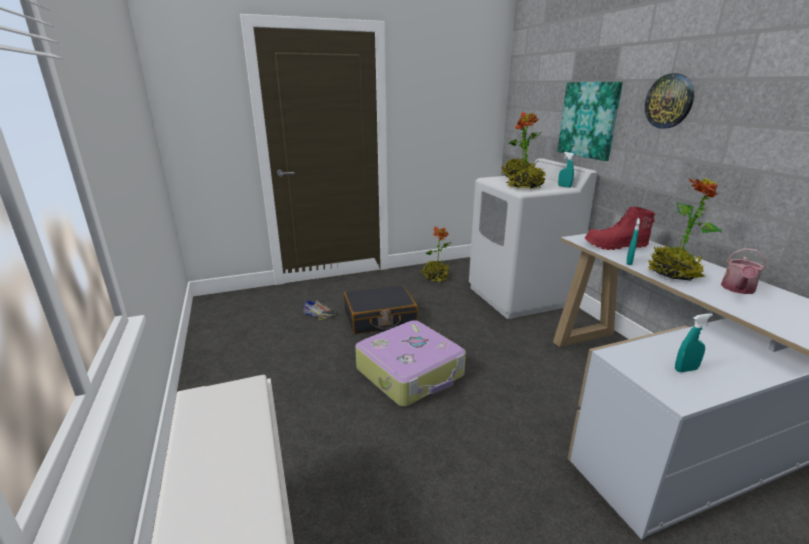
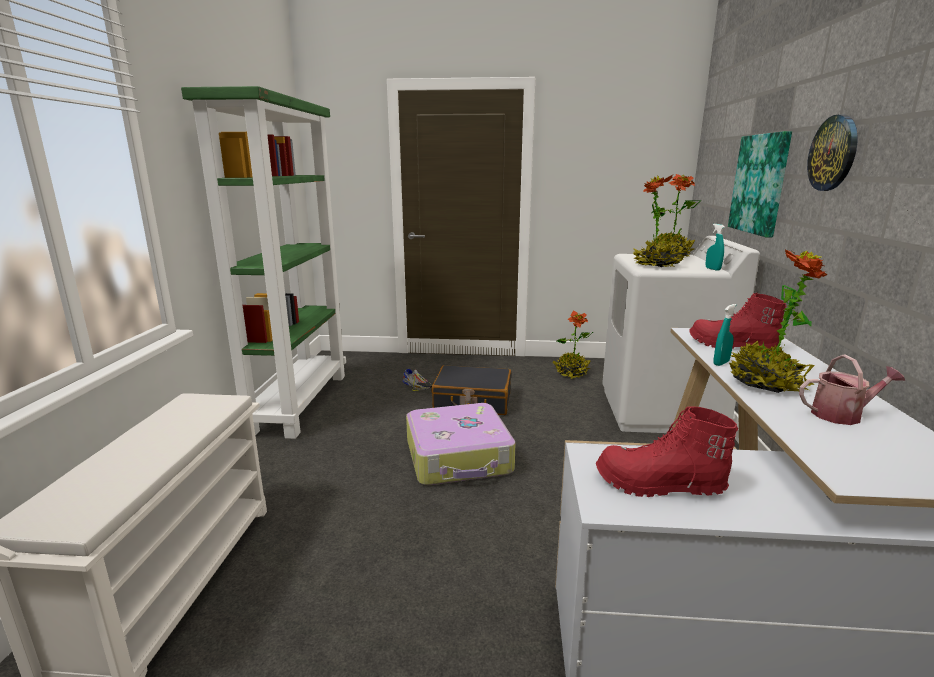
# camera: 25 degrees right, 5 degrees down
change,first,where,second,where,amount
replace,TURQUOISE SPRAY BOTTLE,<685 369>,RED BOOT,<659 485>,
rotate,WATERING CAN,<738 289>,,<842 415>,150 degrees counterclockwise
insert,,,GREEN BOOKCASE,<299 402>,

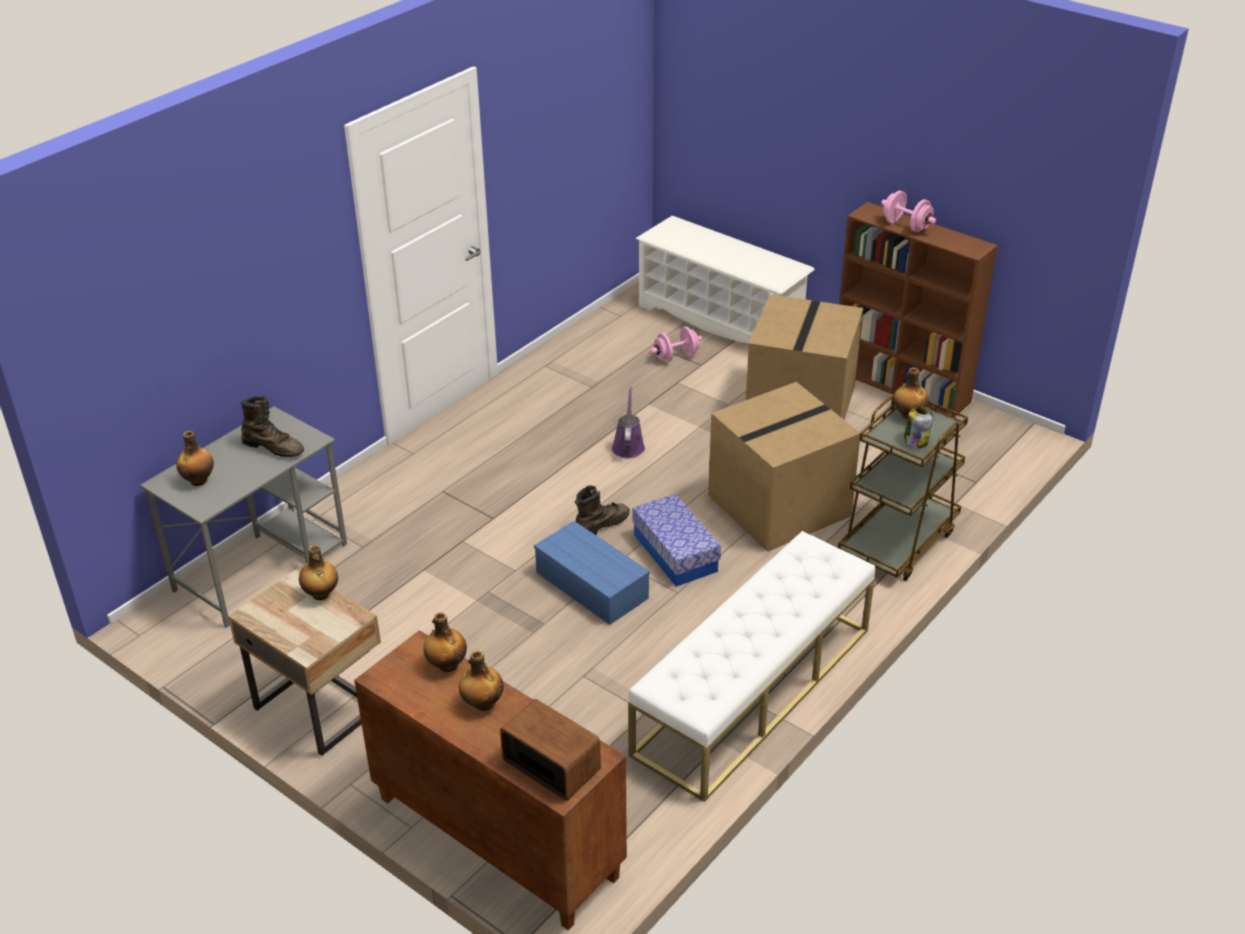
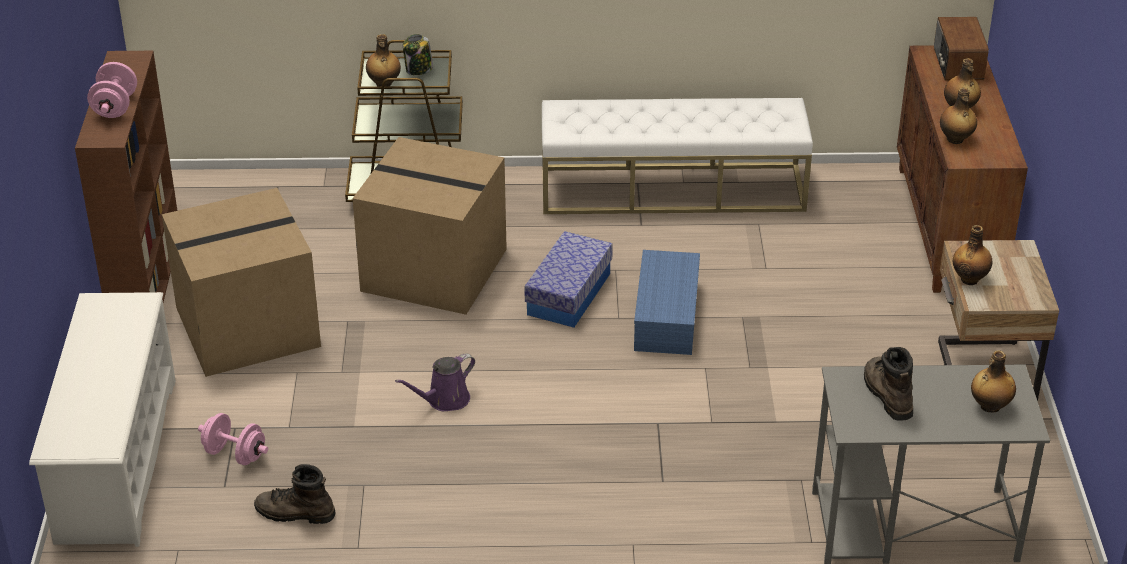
# camera: 130 degrees left, 0 degrees up
change,first,where,second,where,amount
move,BROWN BOOT,<601 525>,,<294 513>,

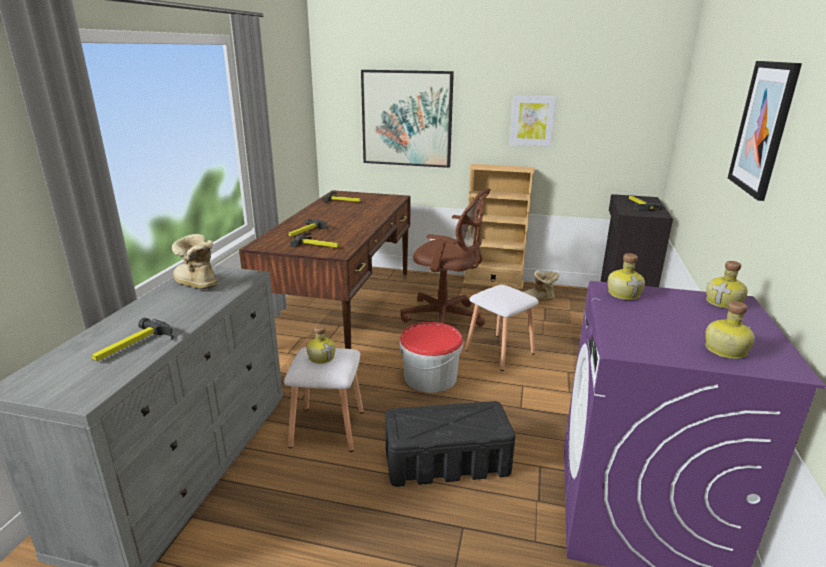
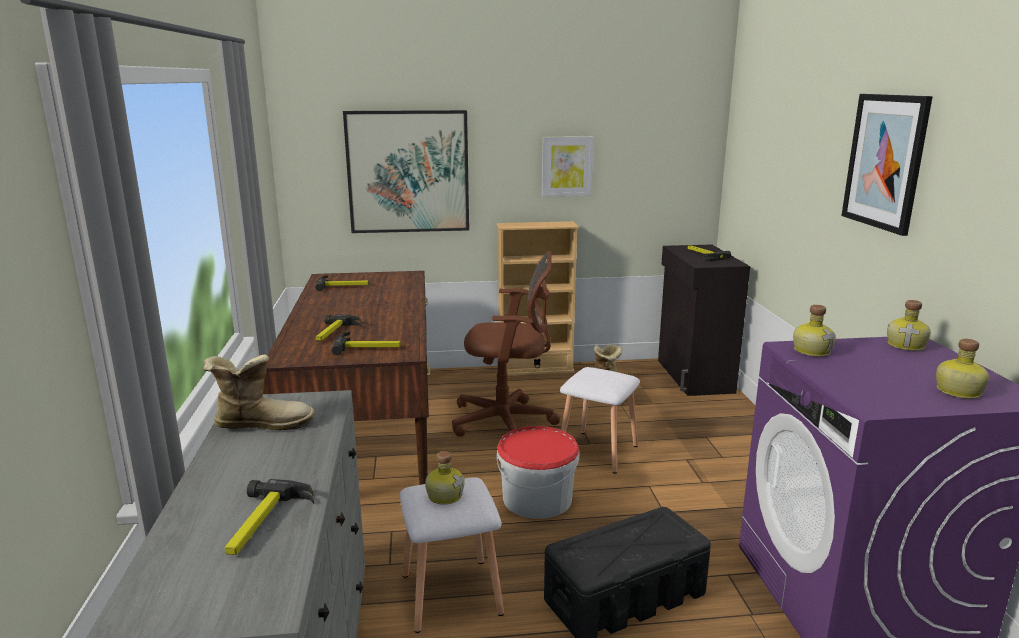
# camera: 20 degrees left, 5 degrees down
change,first,where,second,where,amount
rotate,BOOT,<195 284>,,<262 423>,150 degrees clockwise

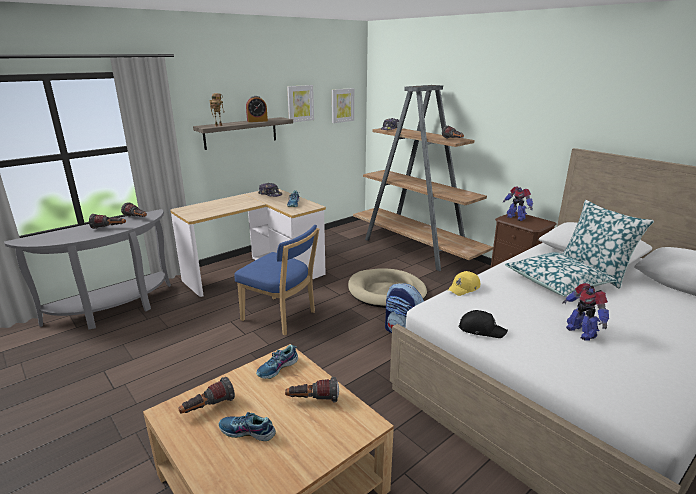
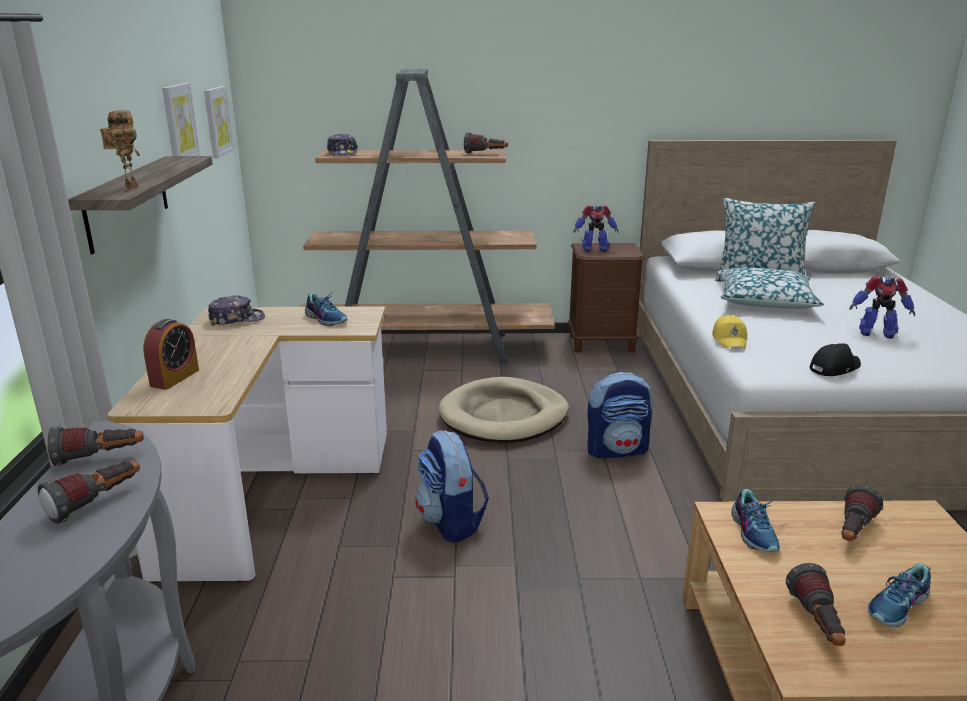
# camera: 50 degrees left, 0 degrees up
change,first,where,second,where,amount
replace,BLUE CHAIR,<281 317>,BACKPACK,<451 522>,
move,ALARM CLOCK,<257 121>,,<175 378>,

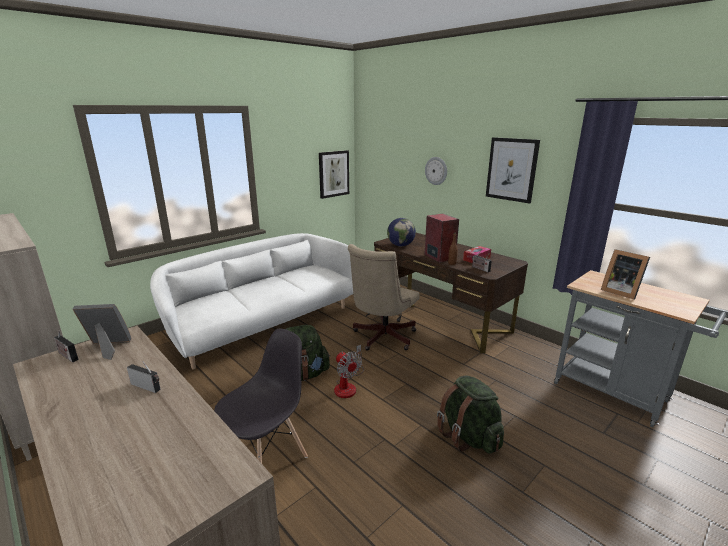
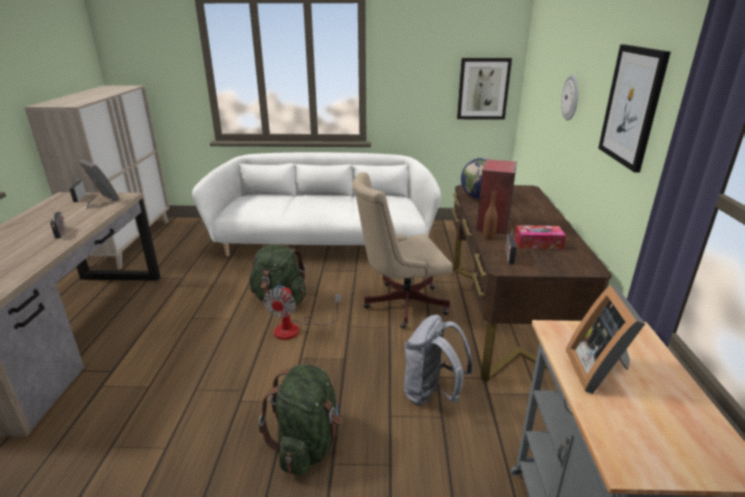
# camera: 45 degrees right, 5 degrees up
change,first,where,second,where,amount
delete,GREY CHAIR,<267 459>,,,
insert,,,GREY BACKPACK,<432 394>,

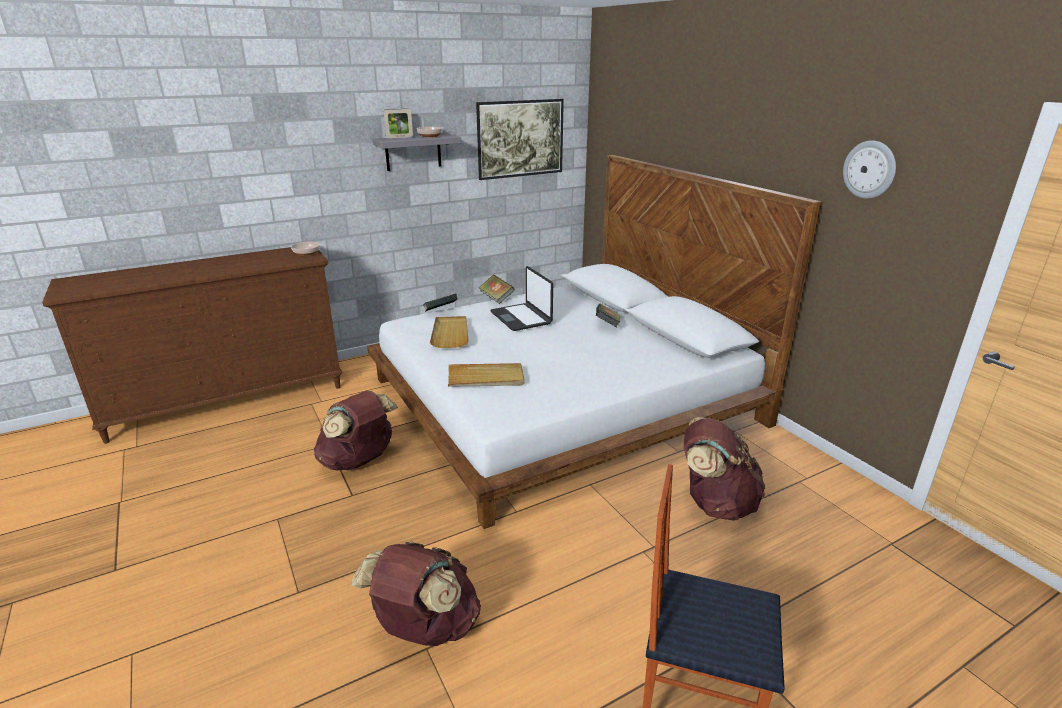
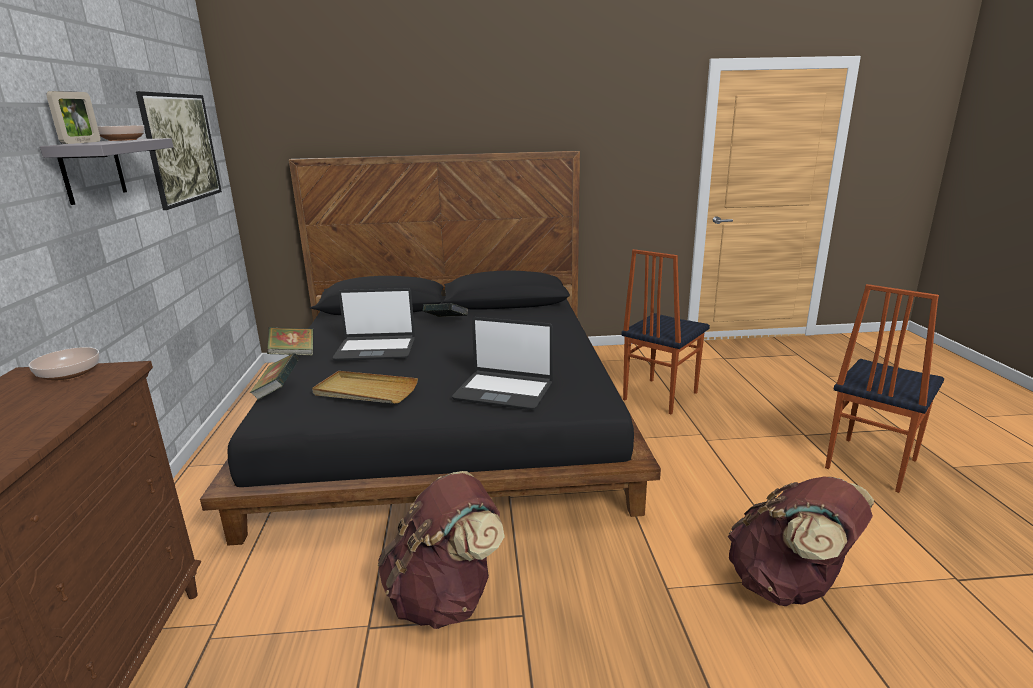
# camera: 65 degrees left, 5 degrees down
change,first,where,second,where,amount
recolor,WHITE BED,<560 400>,BLACK BED,<446 420>,
replace,BEIGE TRAY,<486 378>,LAPTOP,<504 391>,
replace,BROWN BACKPACK,<715 503>,CHAIR,<659 396>,
delete,WALL CLOCK,<869 169>,,,

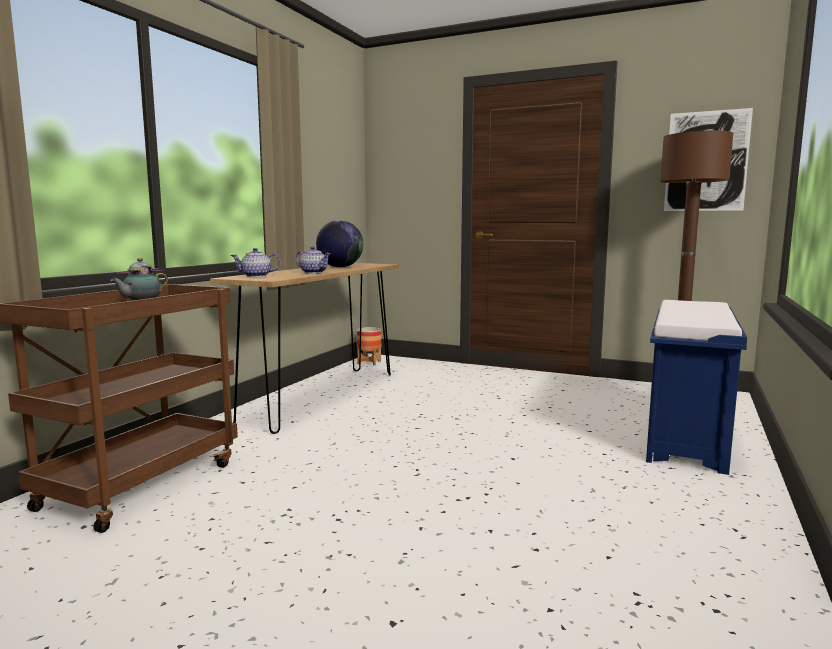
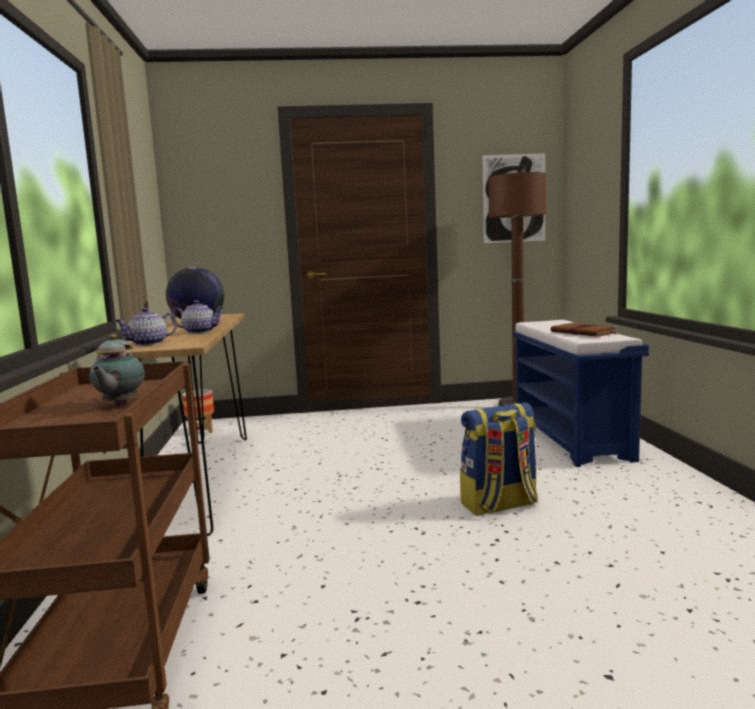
# camera: 30 degrees left, 0 degrees up
change,first,where,second,where,amount
insert,,,BACKPACK,<499 505>,
insert,,,BROWN BOOK,<584 332>,

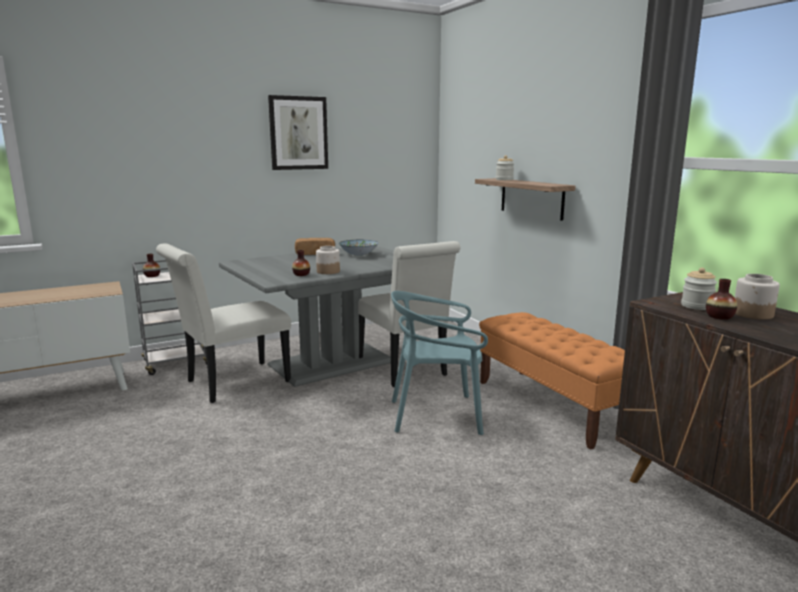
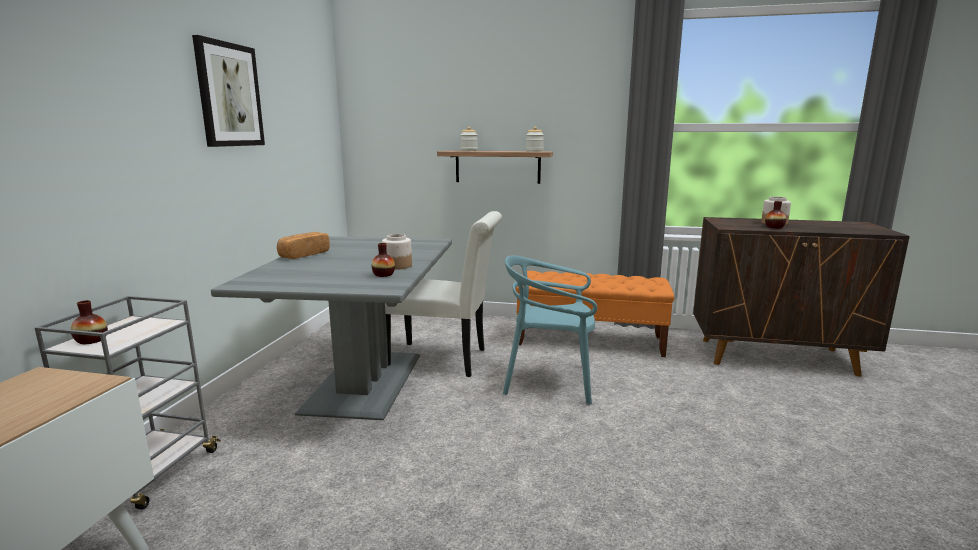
# camera: 50 degrees left, 0 degrees up
change,first,where,second,where,amount
delete,WHITE CHAIR,<232 383>,,,
delete,BOWL,<358 254>,,,
rotate,TURQUOISE CHAIR,<436 415>,,<549 381>,60 degrees clockwise
move,JAR,<696 306>,,<534 151>,

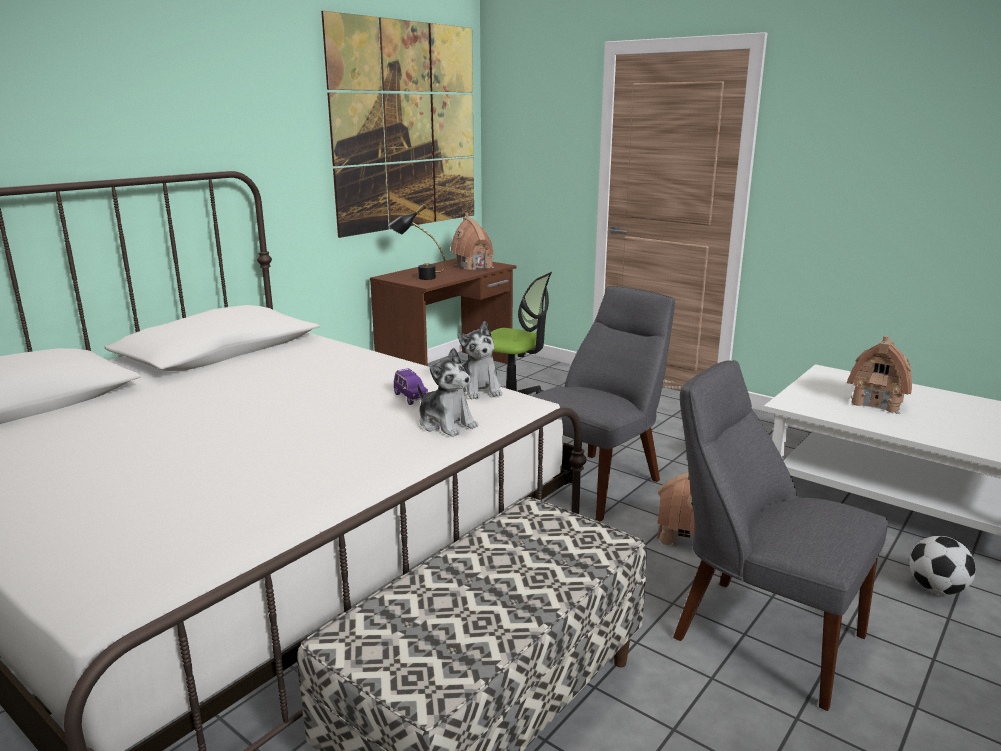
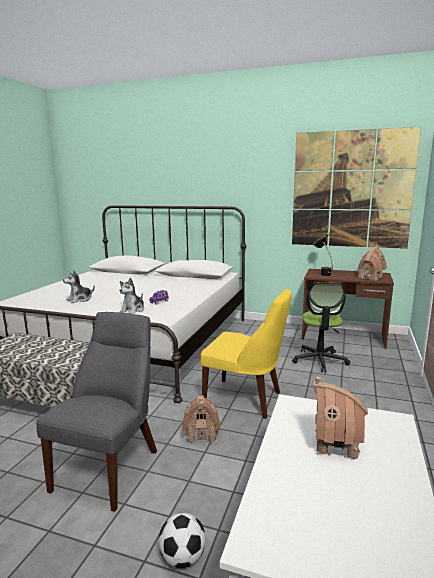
# camera: 70 degrees right, 5 degrees down
change,first,where,second,where,amount
move,PLUSH TOY,<479 389>,,<80 299>,
recolor,GREY CHAIR,<598 483>,YELLOW CHAIR,<246 399>,

